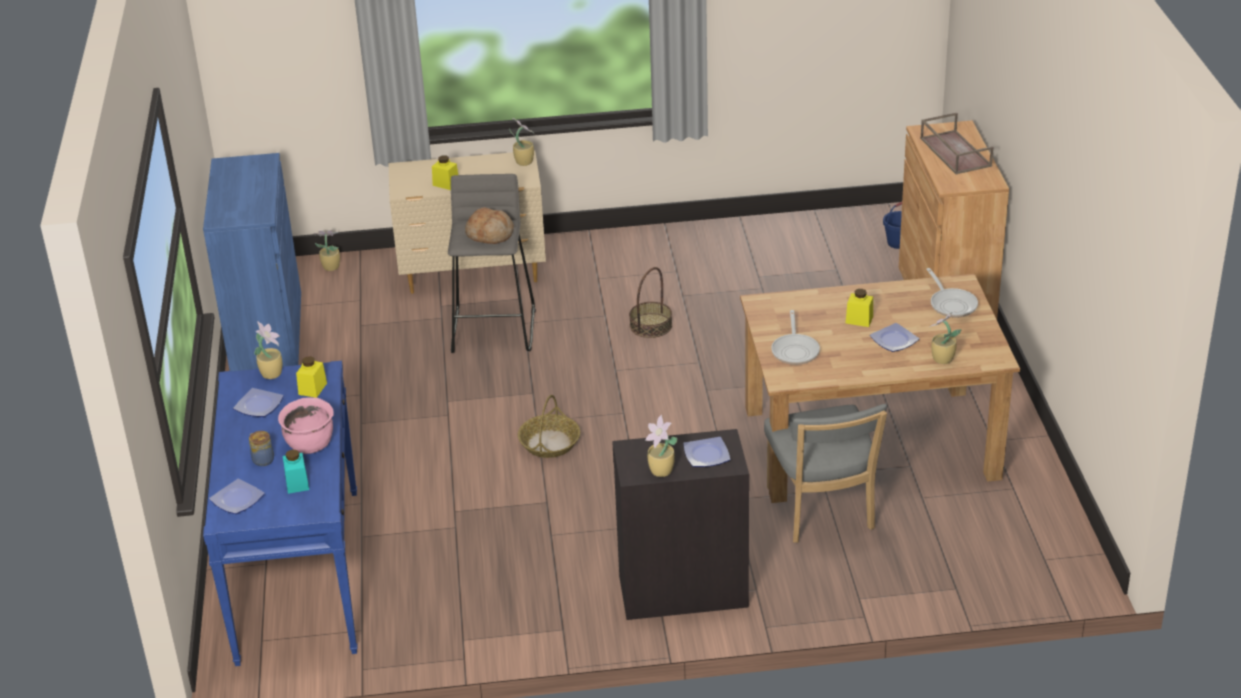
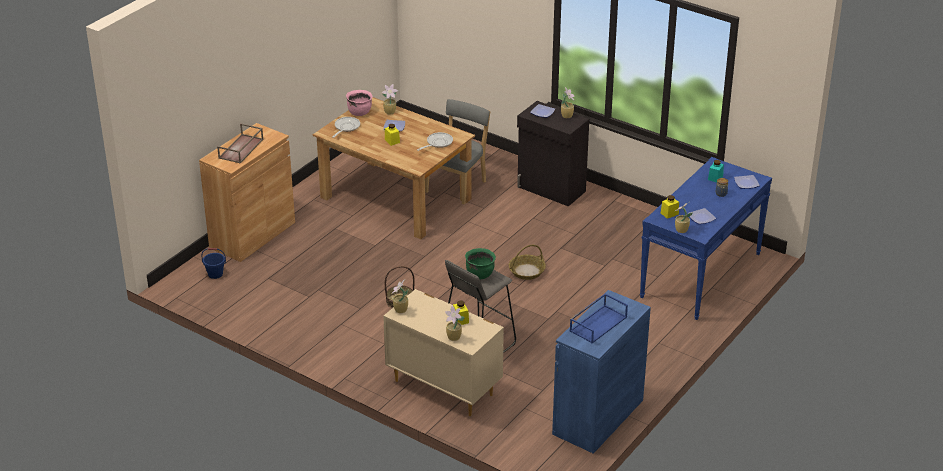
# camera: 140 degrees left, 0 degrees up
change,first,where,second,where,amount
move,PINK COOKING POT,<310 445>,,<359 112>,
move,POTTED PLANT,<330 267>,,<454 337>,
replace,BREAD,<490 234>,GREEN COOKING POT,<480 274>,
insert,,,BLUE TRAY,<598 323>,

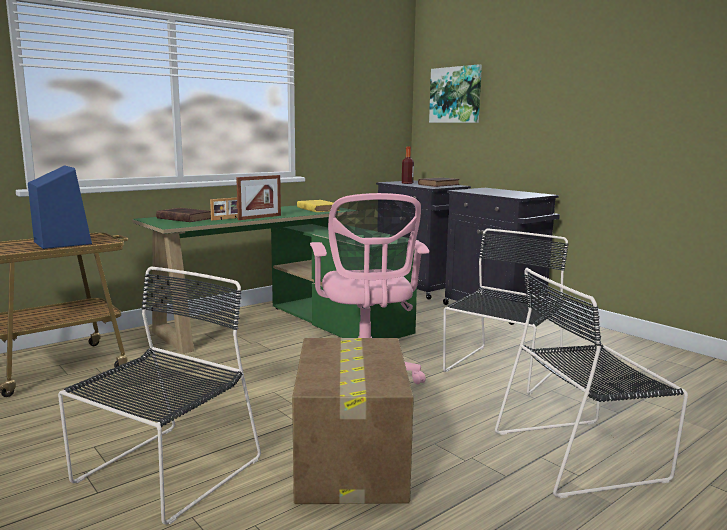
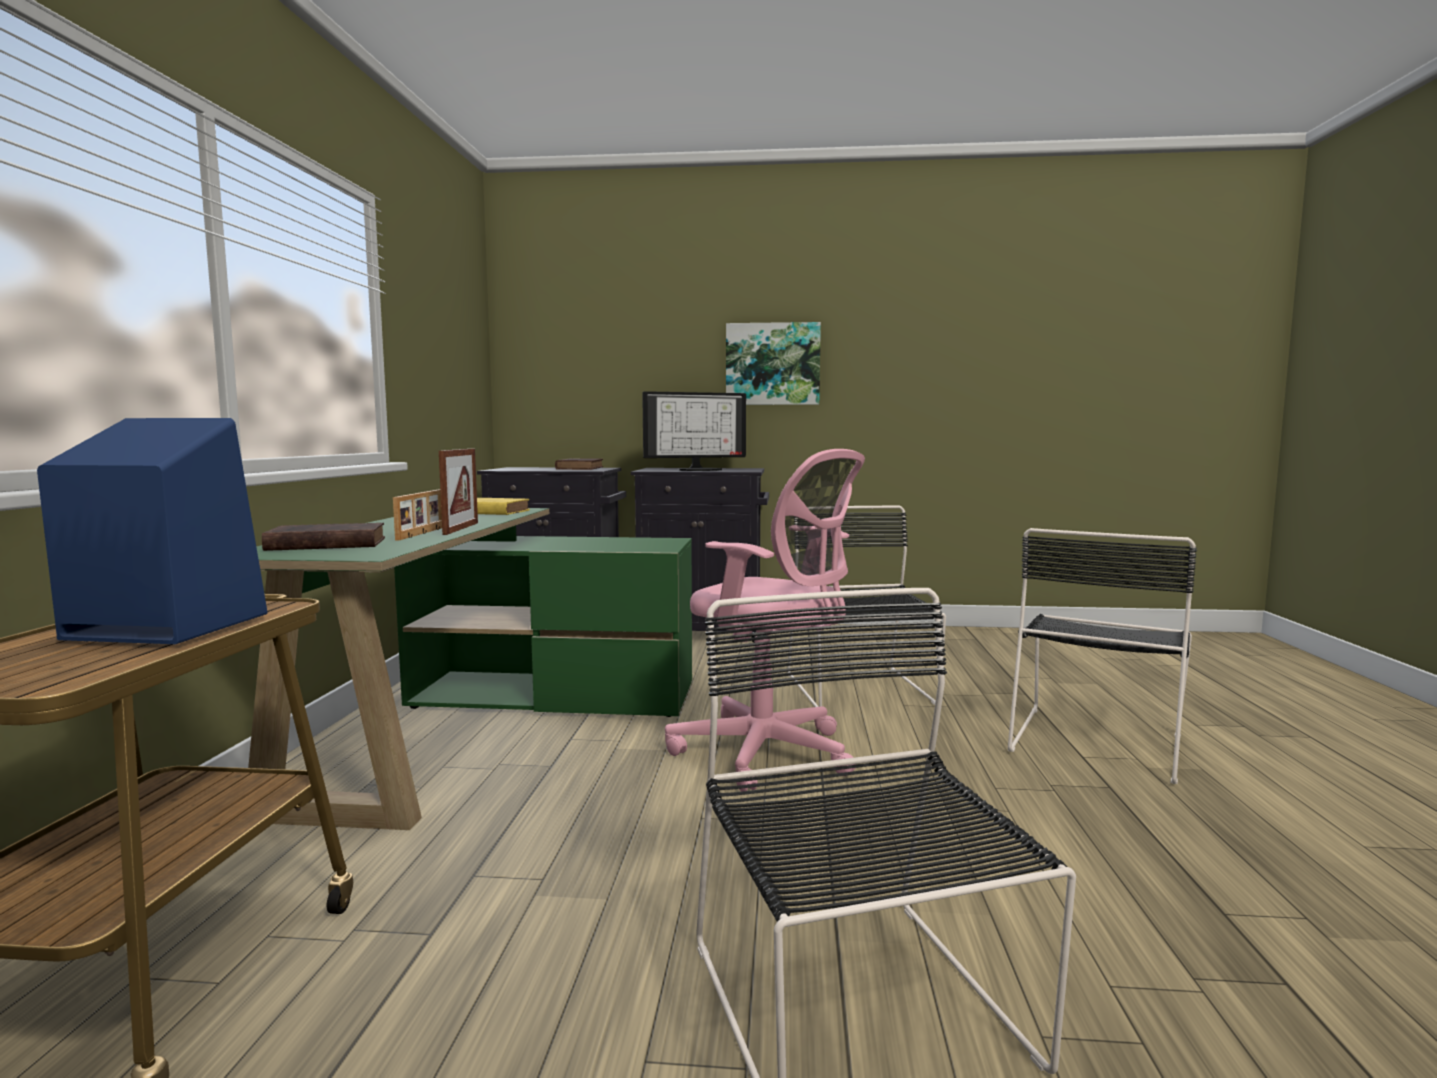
# camera: 45 degrees left, 5 degrees down
change,first,where,second,where,amount
delete,CARDBOARD BOX,<350 458>,,,
delete,BOTTLE,<407 183>,,,
move,PICTURE,<456 95>,,<772 364>,
insert,,,MONITOR,<700 469>,

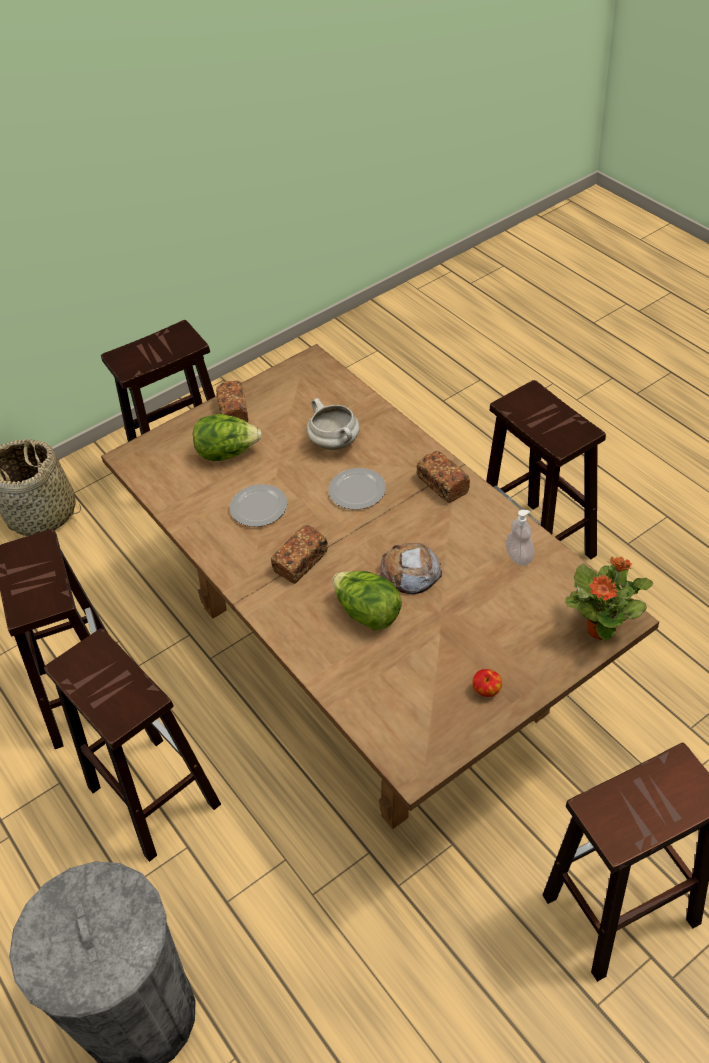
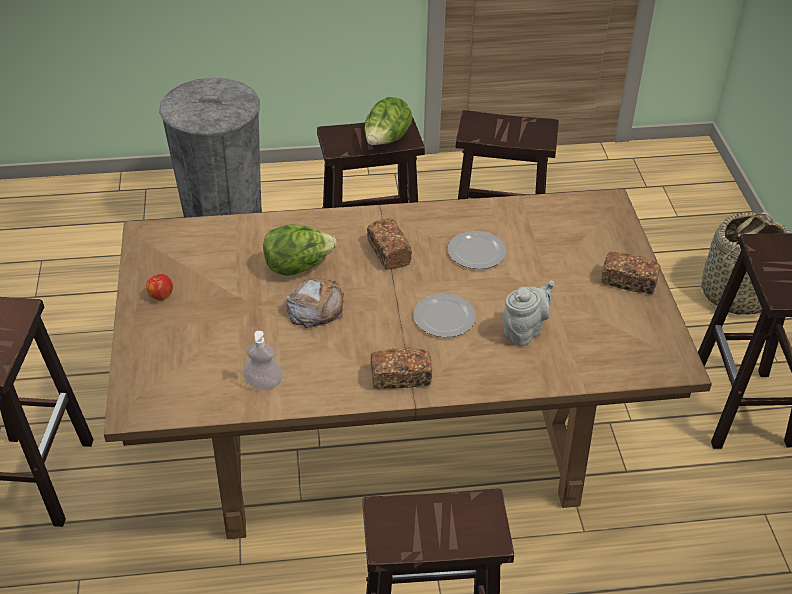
# camera: 115 degrees right, 5 degrees down
change,first,where,second,where,amount
move,LETTUCE,<228 453>,,<386 141>,
replace,WHITE COOKING POT,<335 443>,GREY TEAPOT,<524 331>,
delete,POTTED PLANT,<601 628>,,,

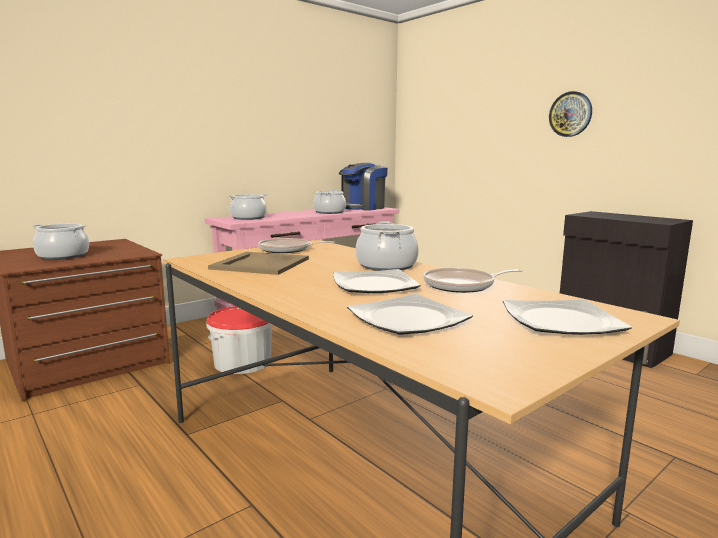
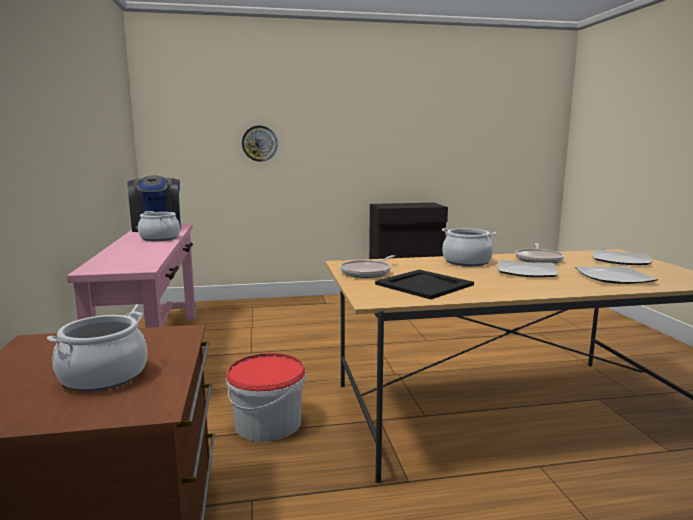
# camera: 60 degrees left, 0 degrees up
change,first,where,second,where,amount
recolor,BEIGE TRAY,<261 264>,BLACK TRAY,<425 284>,
delete,COOKING POT,<248 218>,,,
move,WALL CLOCK,<570 114>,,<259 143>,

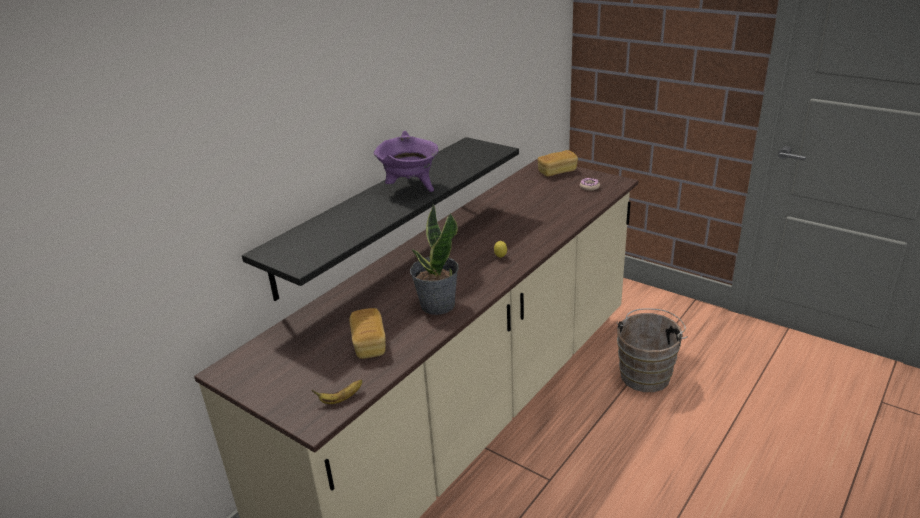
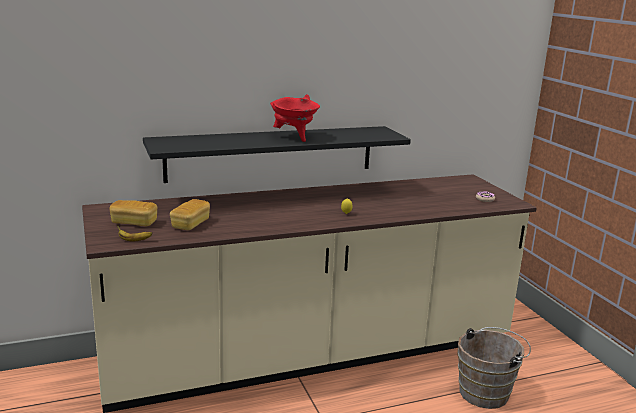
# camera: 30 degrees right, 10 degrees down
change,first,where,second,where,amount
recolor,PURPLE COOKING POT,<410 188>,RED COOKING POT,<294 137>,
delete,POTTED PLANT,<437 305>,,,
move,BREAD,<557 172>,,<134 222>,

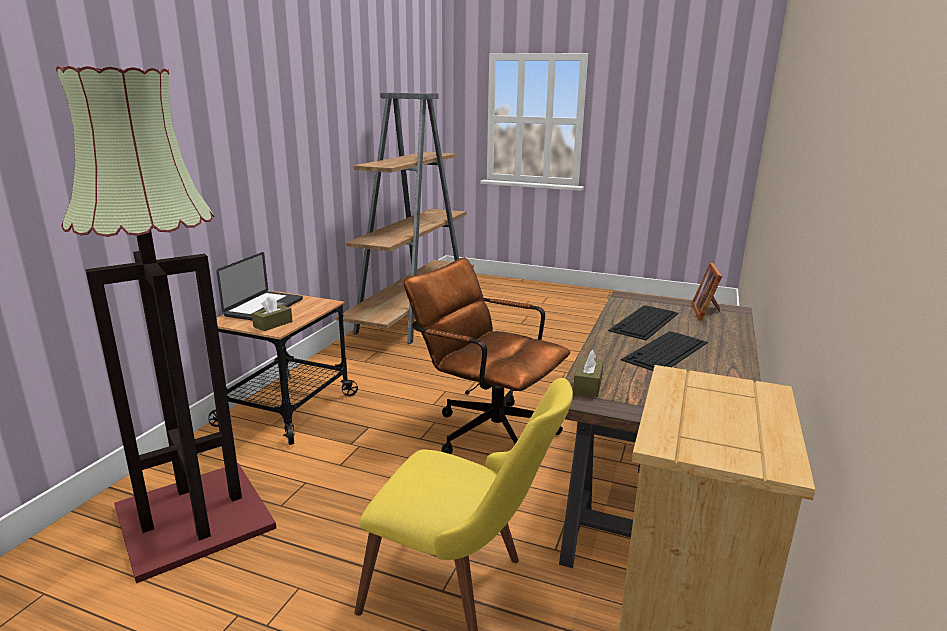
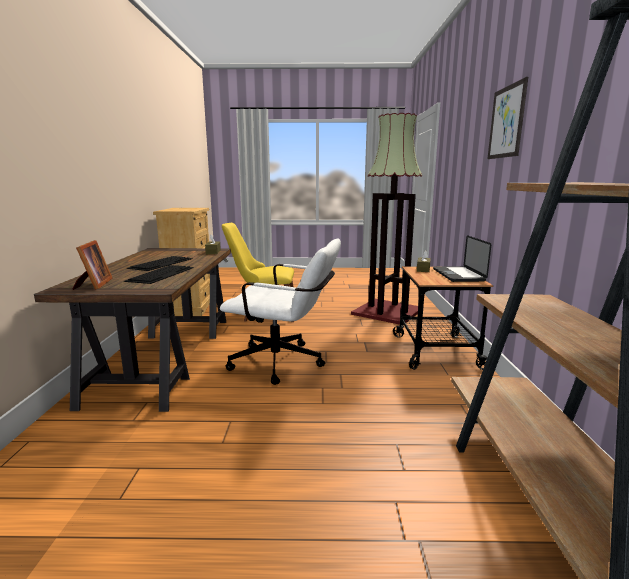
# camera: 160 degrees right, 5 degrees down
change,first,where,second,where,amount
recolor,BROWN OFFICE CHAIR,<486 430>,WHITE OFFICE CHAIR,<285 363>,
insert,,,PICTURE,<506 122>,

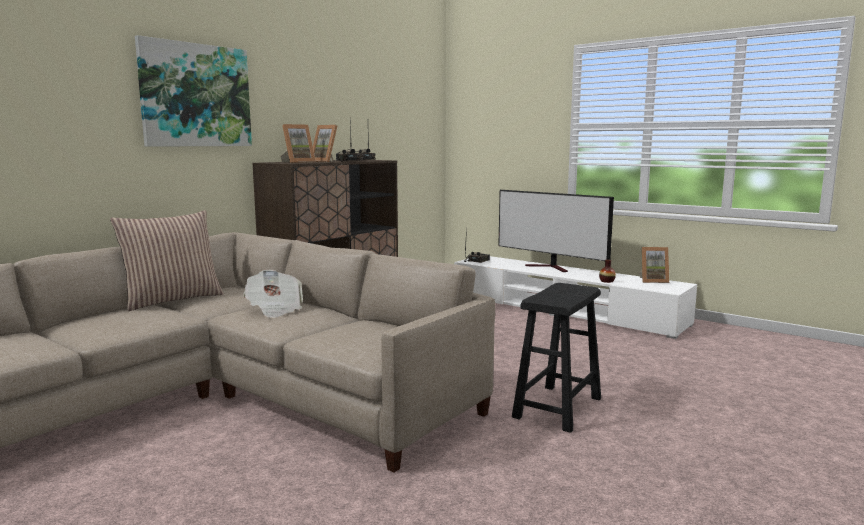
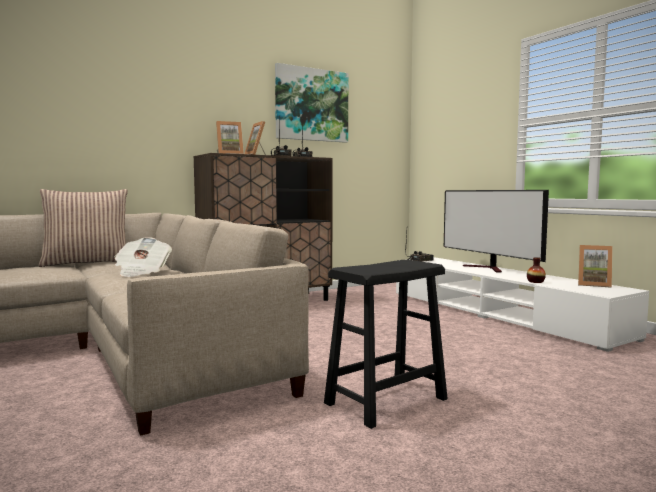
# camera: 20 degrees right, 5 degrees down
change,first,where,second,where,amount
move,PICTURE,<196 95>,,<311 105>,

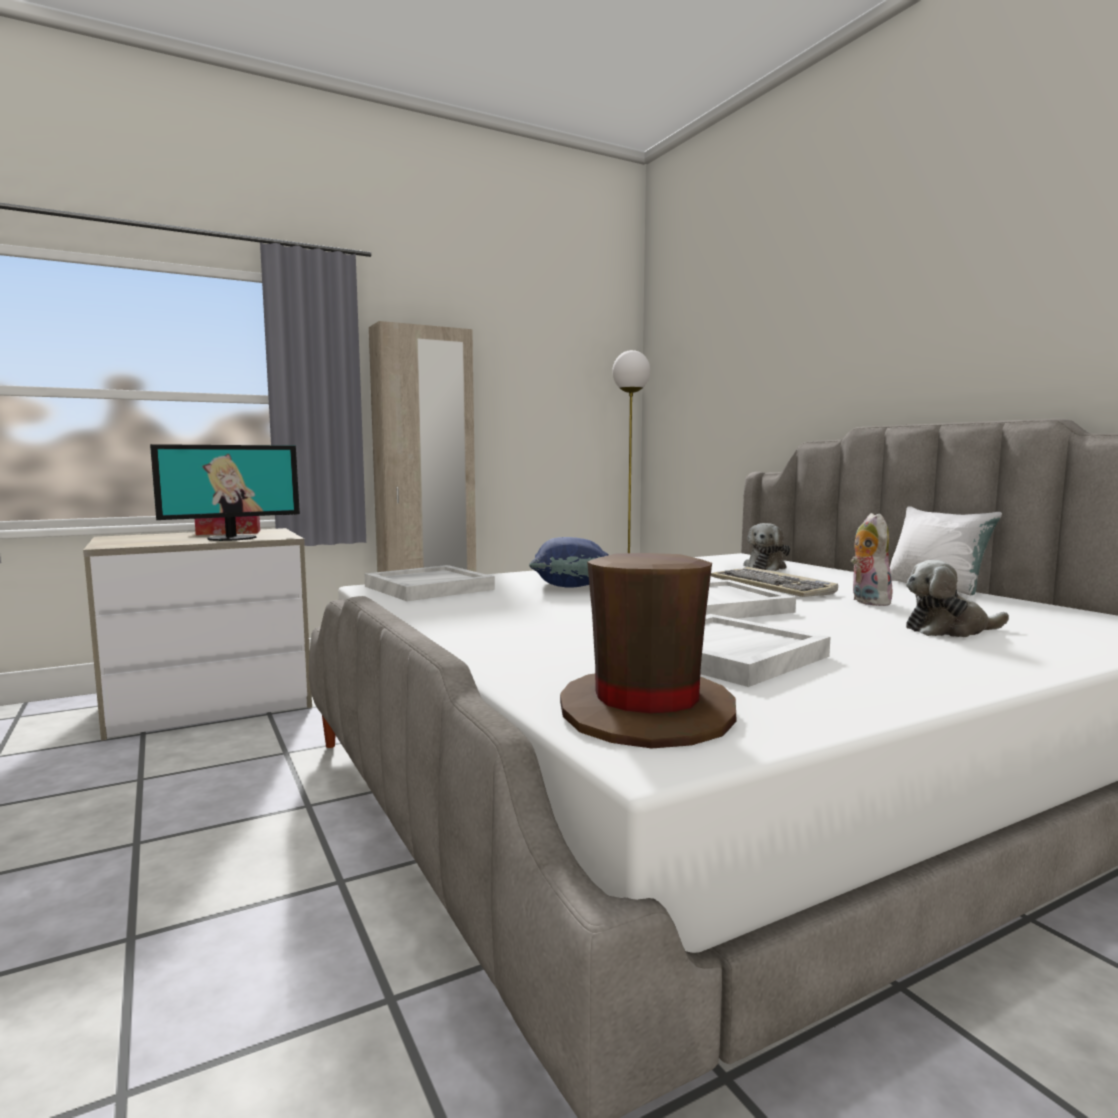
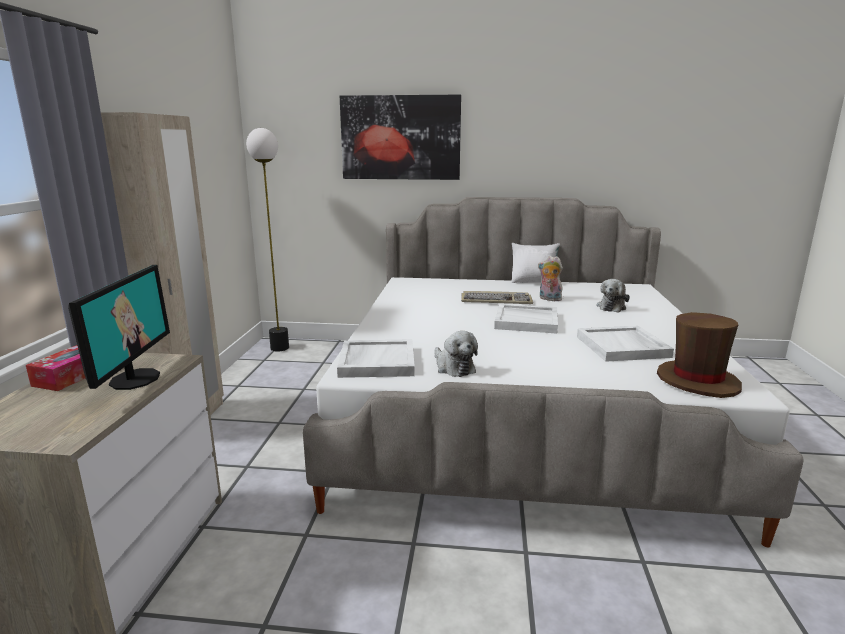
# camera: 55 degrees left, 10 degrees up
change,first,where,second,where,amount
delete,BLUE PILLOW,<573 586>,,,
move,PLUSH TOY,<766 567>,,<453 367>,
insert,,,PICTURE,<400 138>,

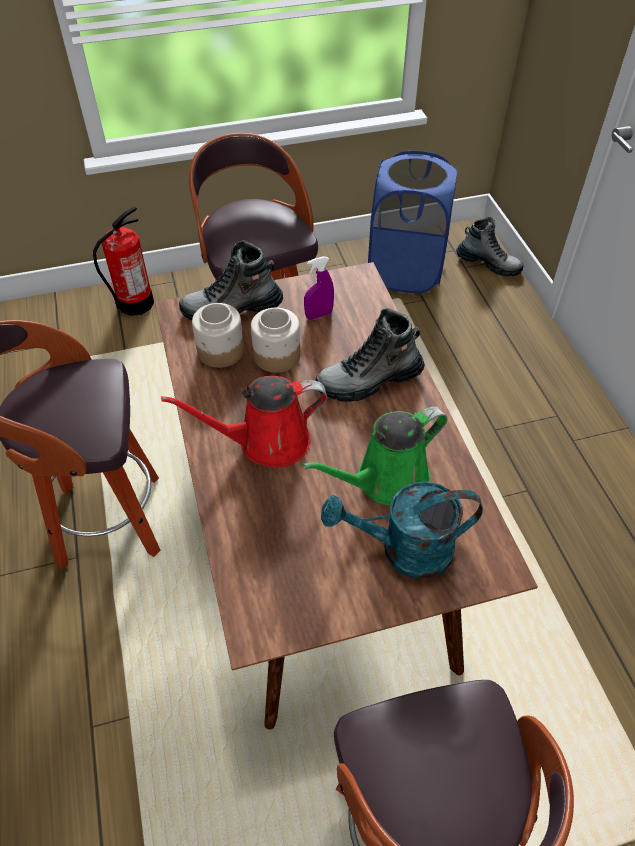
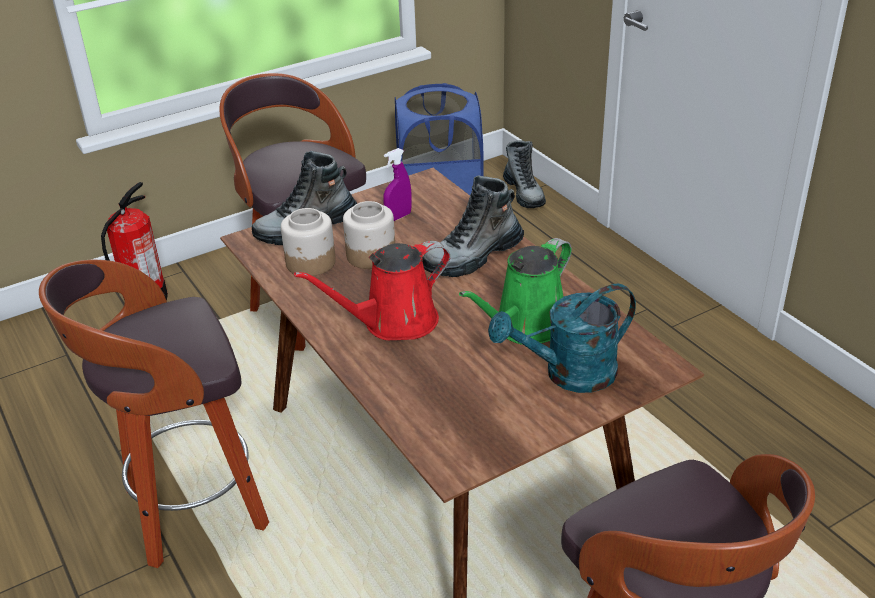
# camera: 15 degrees left, 15 degrees down
change,first,where,second,where,amount
rotate,BOOT,<488 264>,,<524 193>,60 degrees clockwise

